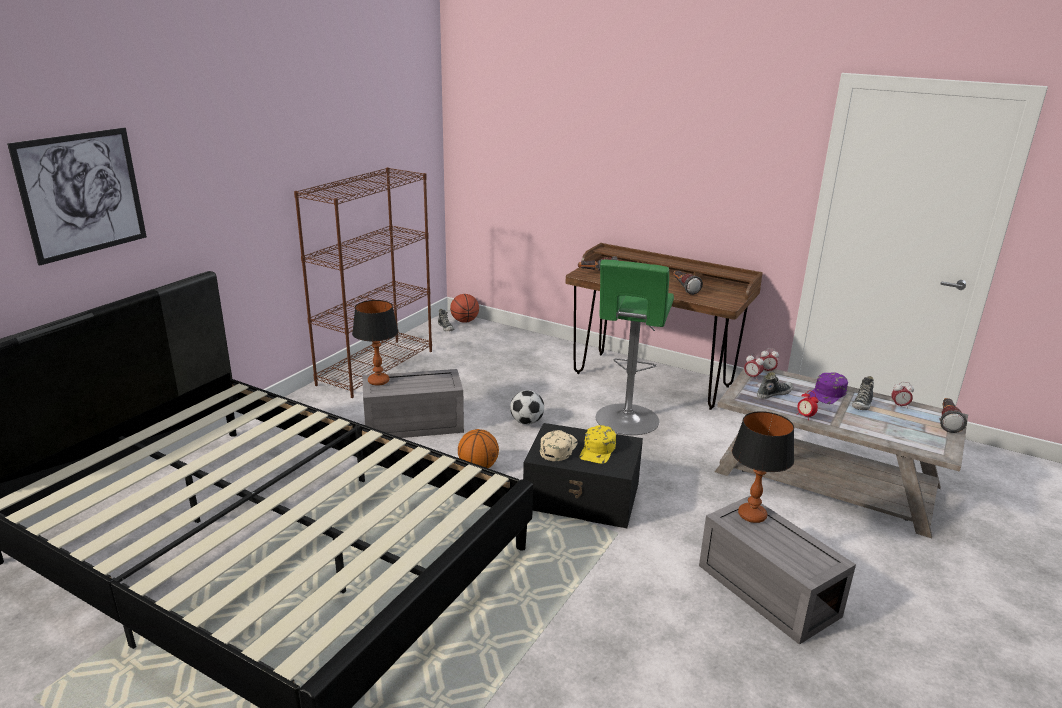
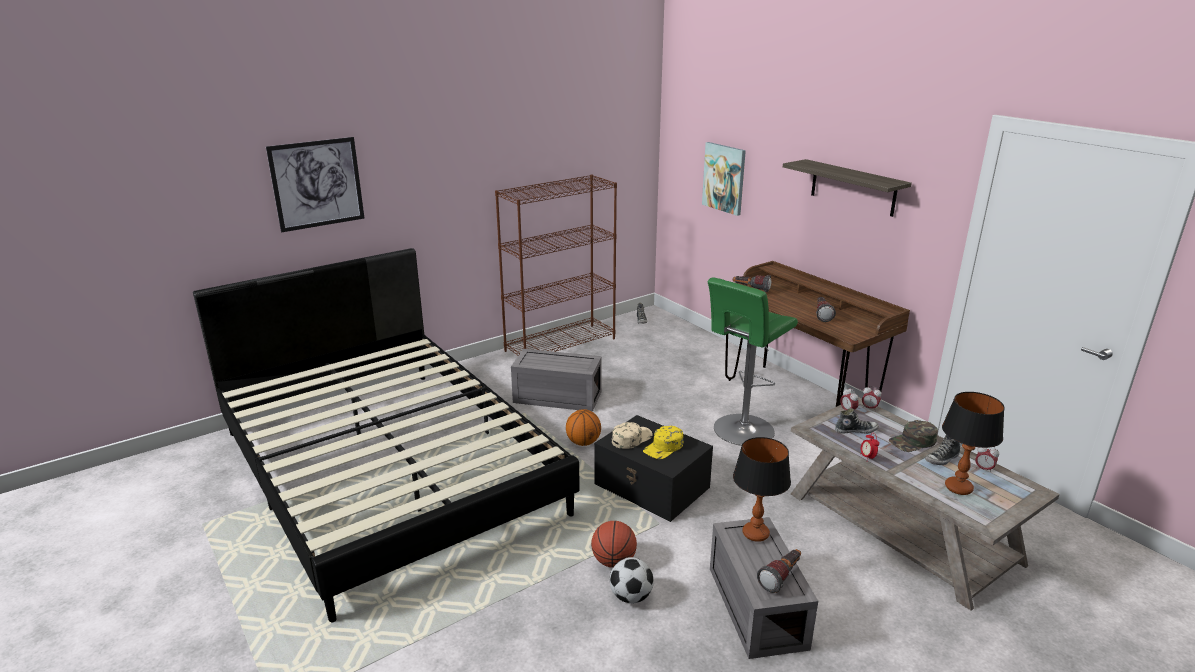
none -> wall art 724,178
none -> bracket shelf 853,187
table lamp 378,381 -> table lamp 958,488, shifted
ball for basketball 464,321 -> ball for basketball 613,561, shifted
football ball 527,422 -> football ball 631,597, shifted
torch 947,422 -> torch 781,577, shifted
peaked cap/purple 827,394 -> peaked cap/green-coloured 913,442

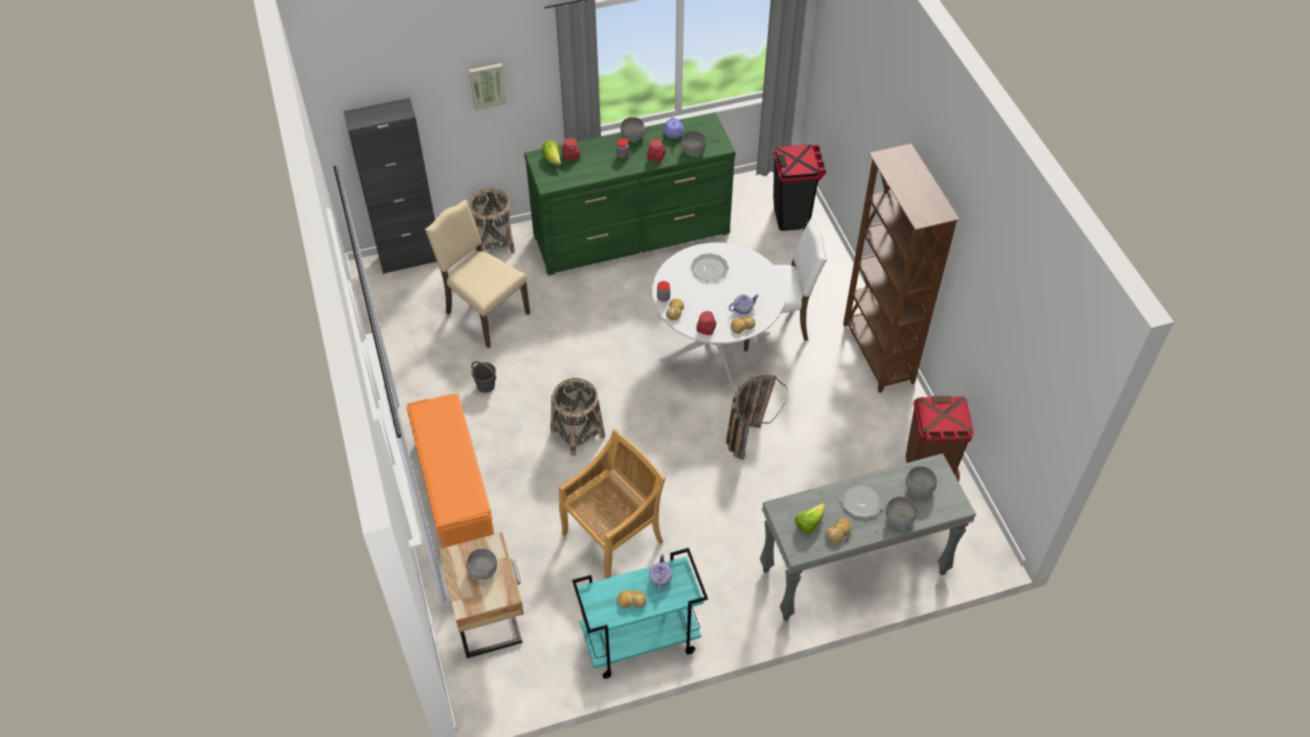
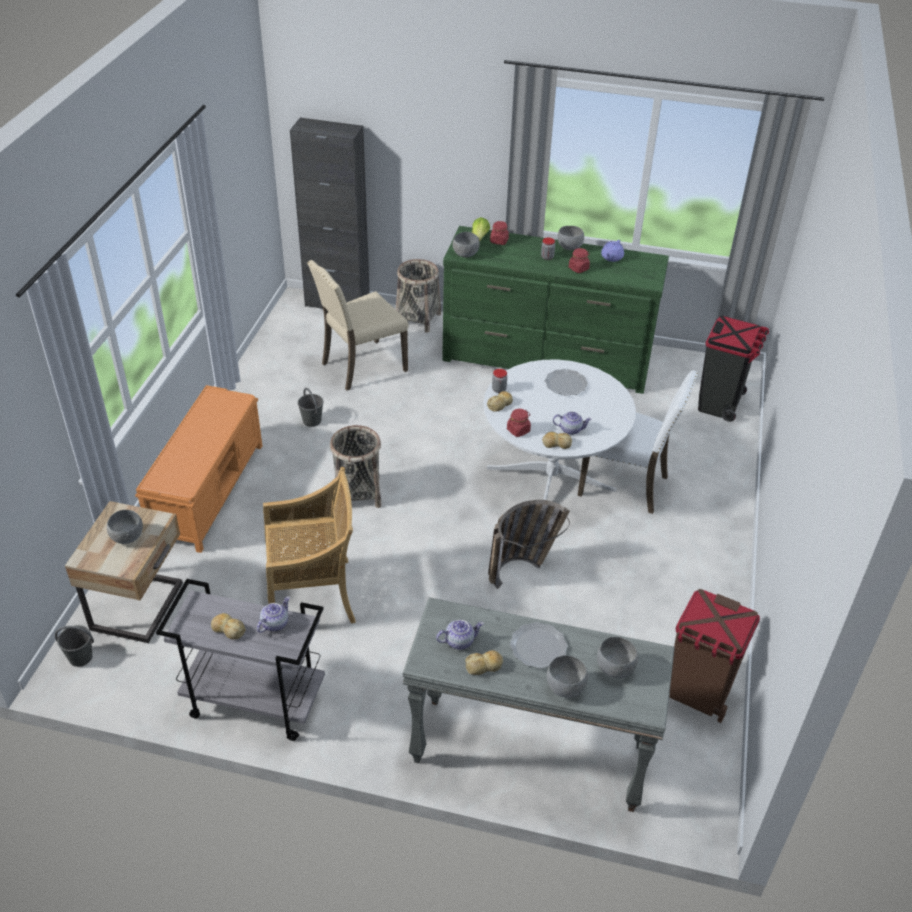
wall art 487,85 -> none
bookshelf/brown-coloured 877,354 -> none
none -> bucket/gray 81,657
bowl/gray 693,151 -> bowl/gray 466,254, shifted
lettuce 809,523 -> pot for tea 459,641
trolley/turquoise 639,642 -> trolley/gray 253,702
plain chair/beige-coloured 484,313 -> plain chair/beige-coloured 361,366, 105 degrees counterclockwise

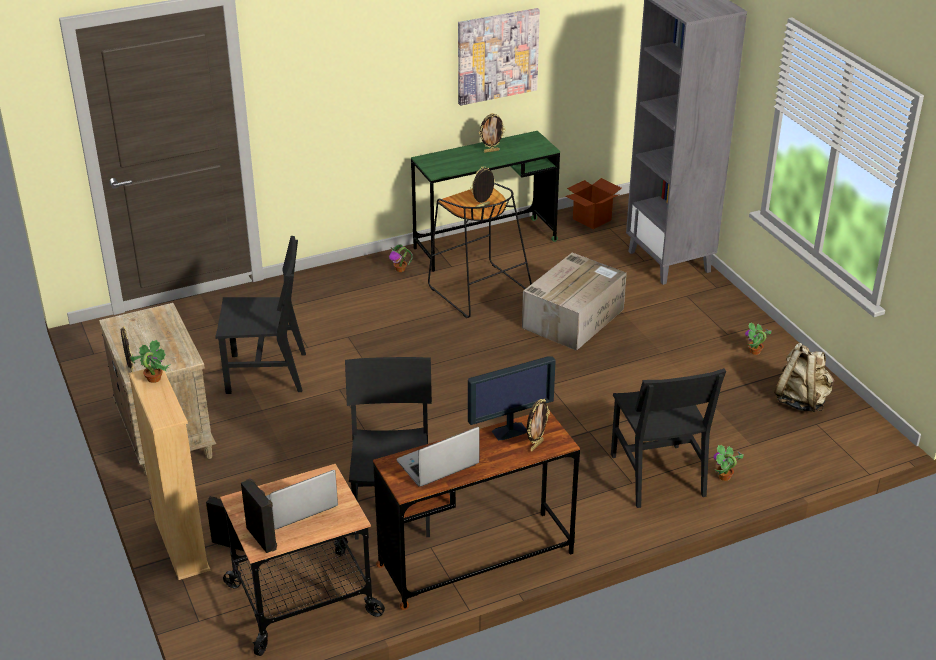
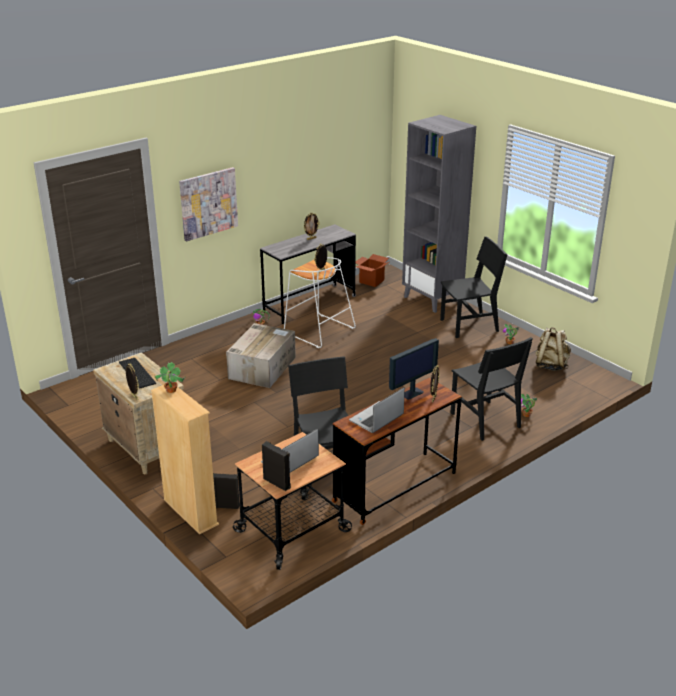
none -> PC keyboard 136,373
plain chair/blackish 266,373 -> plain chair/blackish 469,325, shifted
wall art 497,56 -> wall art 208,203, shifted
cardboard box 573,317 -> cardboard box 262,367, shifted
desk table/green-coloured 485,244 -> desk table/gray 309,304
stool/blackish 478,290 -> stool/white-coloured 318,331

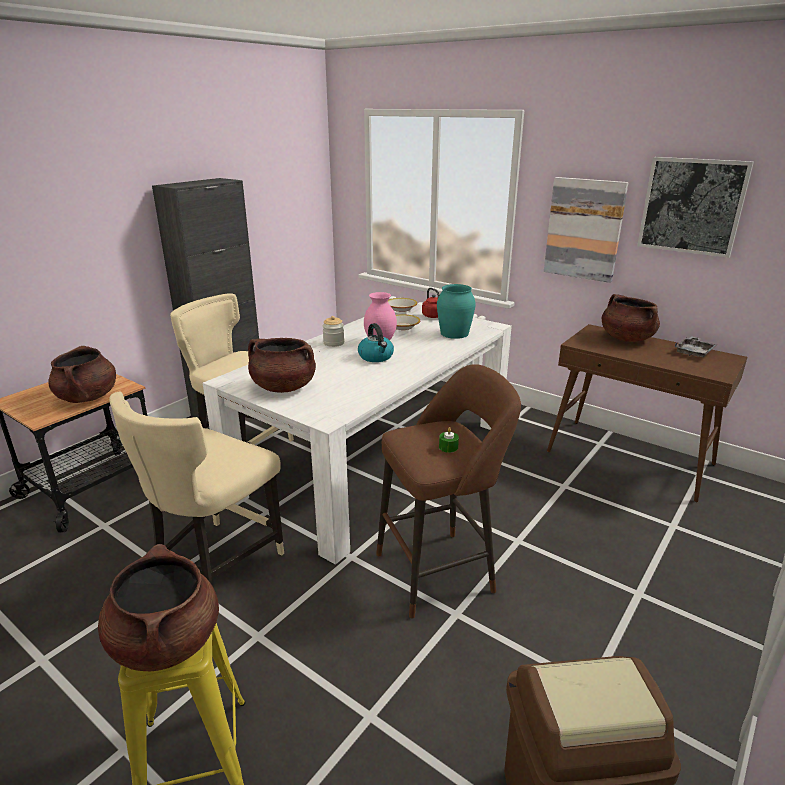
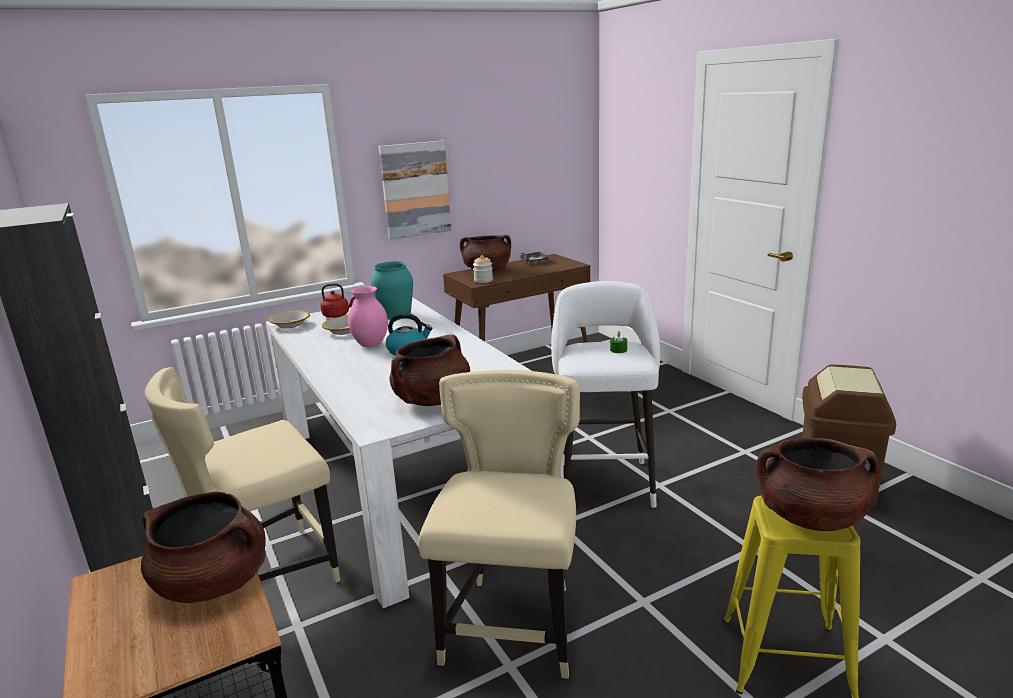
wall art 692,206 -> none
storage jar 334,343 -> storage jar 483,280, shifted
stool/brown-coloured 441,570 -> stool/white-coloured 605,480
plain chair/beige-coloured 215,564 -> plain chair/beige-coloured 513,624, 135 degrees counterclockwise

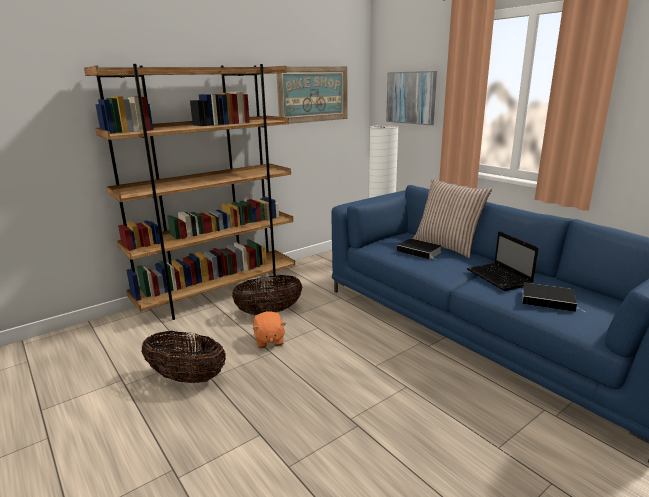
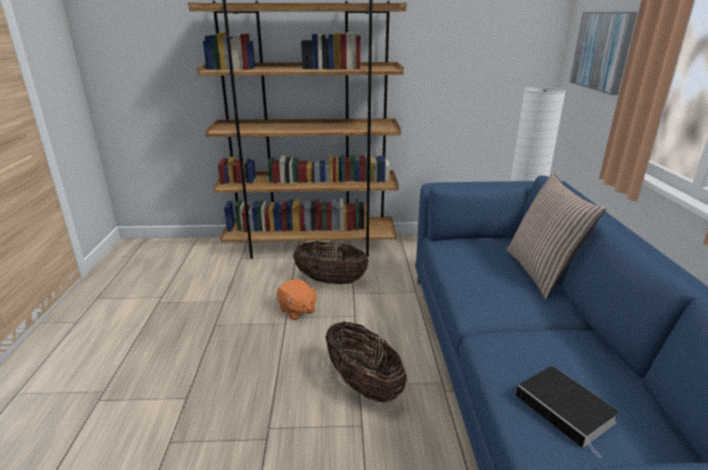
wall art 313,94 -> none
volume 420,251 -> none
laptop 500,278 -> none
storage basket 186,378 -> storage basket 363,384, shifted
soft toy/orange-coloured 269,340 -> soft toy/orange-coloured 297,310, 60 degrees counterclockwise

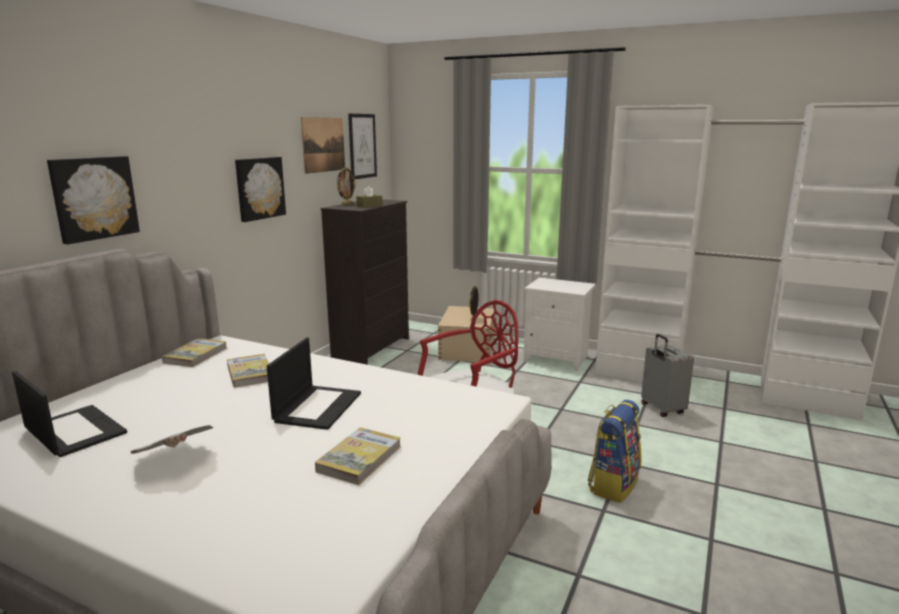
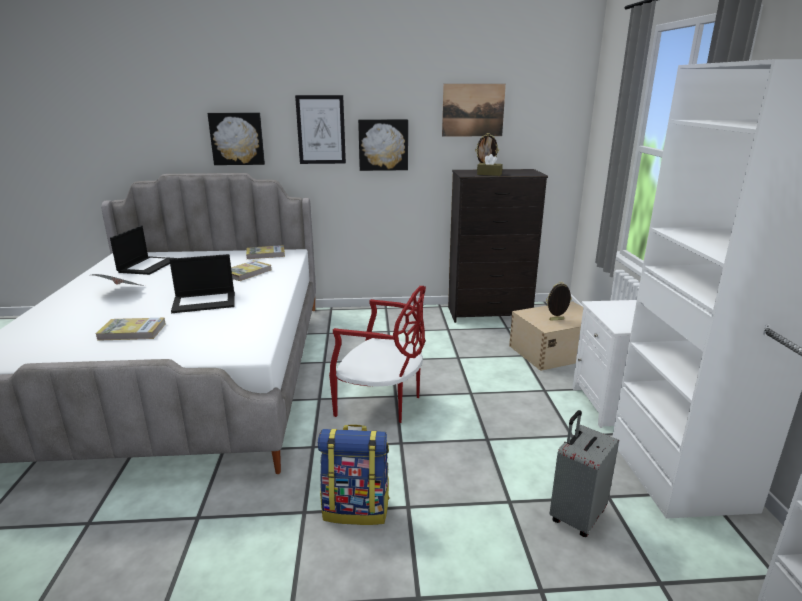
wall art 362,146 -> wall art 321,130, shifted

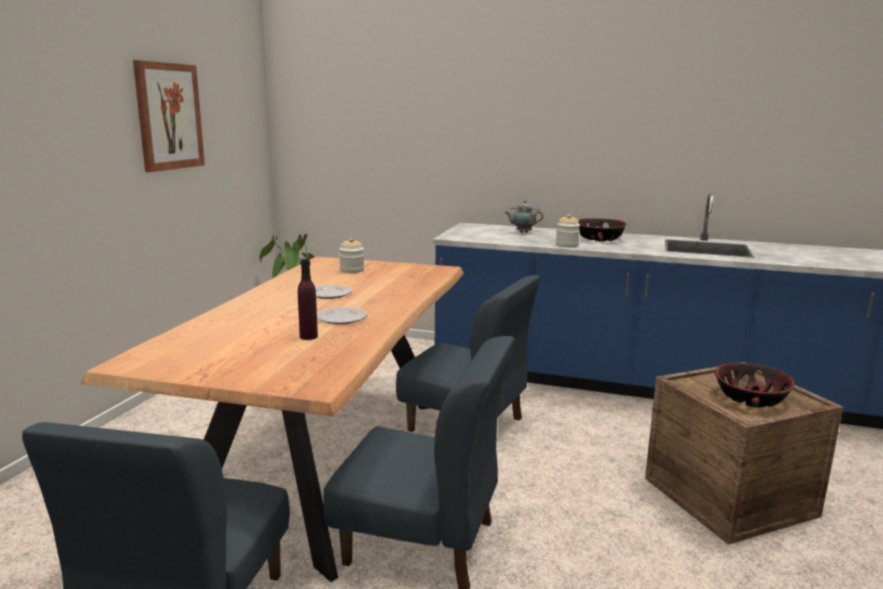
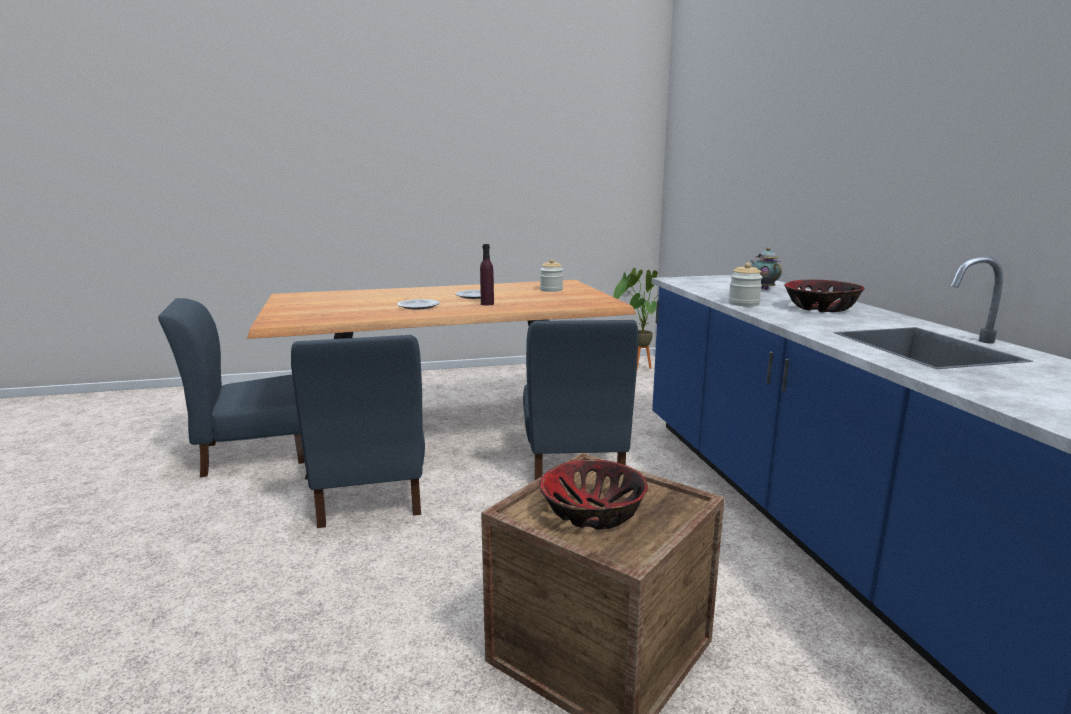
wall art 169,116 -> none
beverage bottle/purple 308,336 -> beverage bottle/purple 487,304, shifted

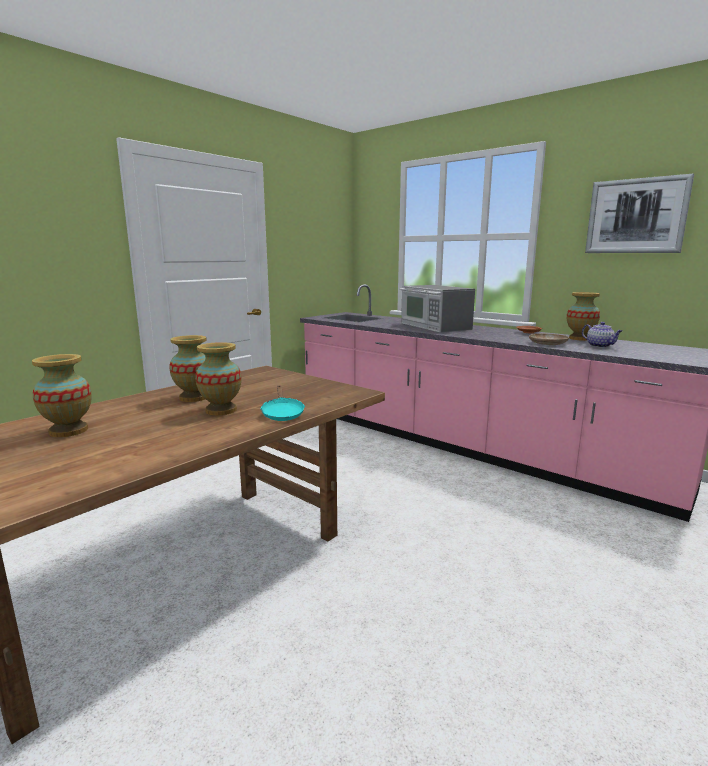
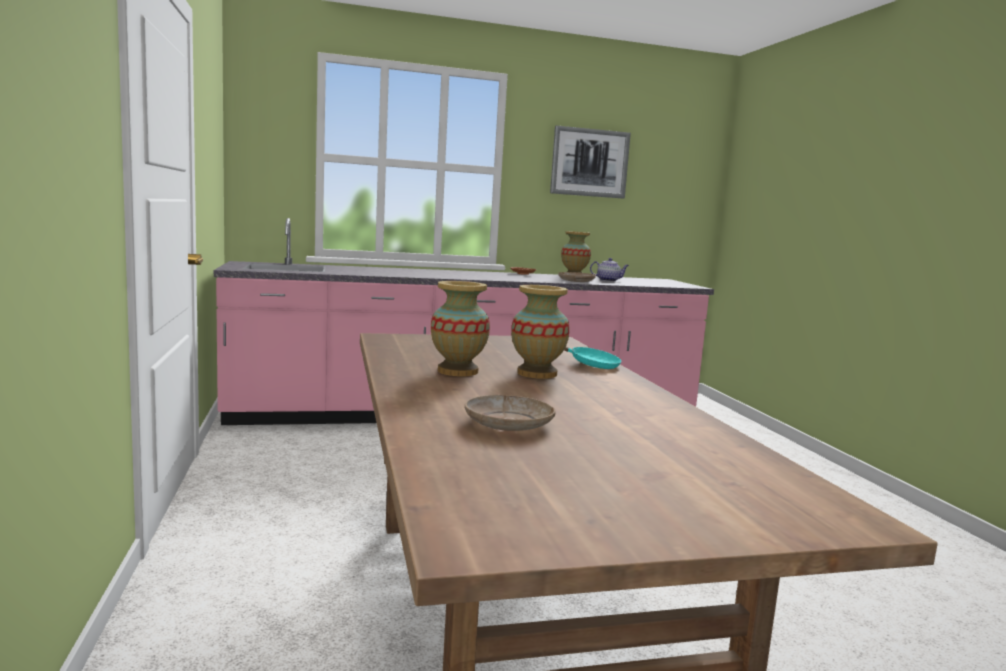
kitchen microwave 434,326 -> none
flower vase 69,431 -> dinner plate/beige-coloured 508,424

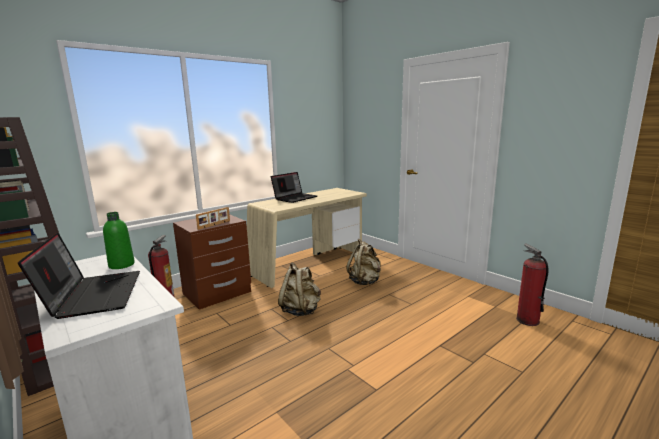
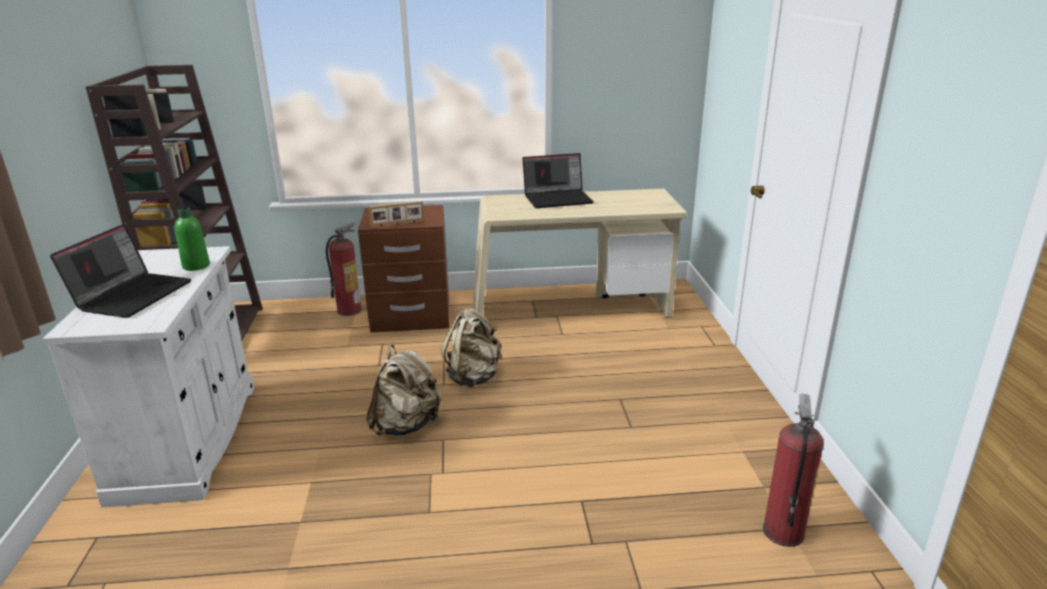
backpack/beige-coloured 365,281 -> backpack/beige-coloured 406,425, shifted

